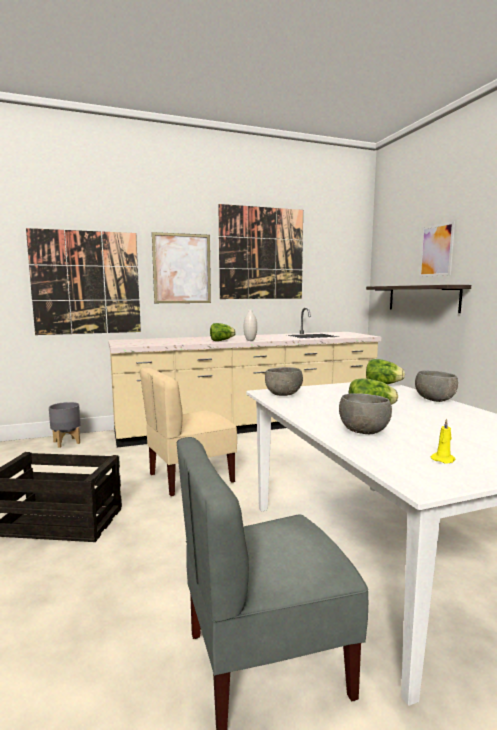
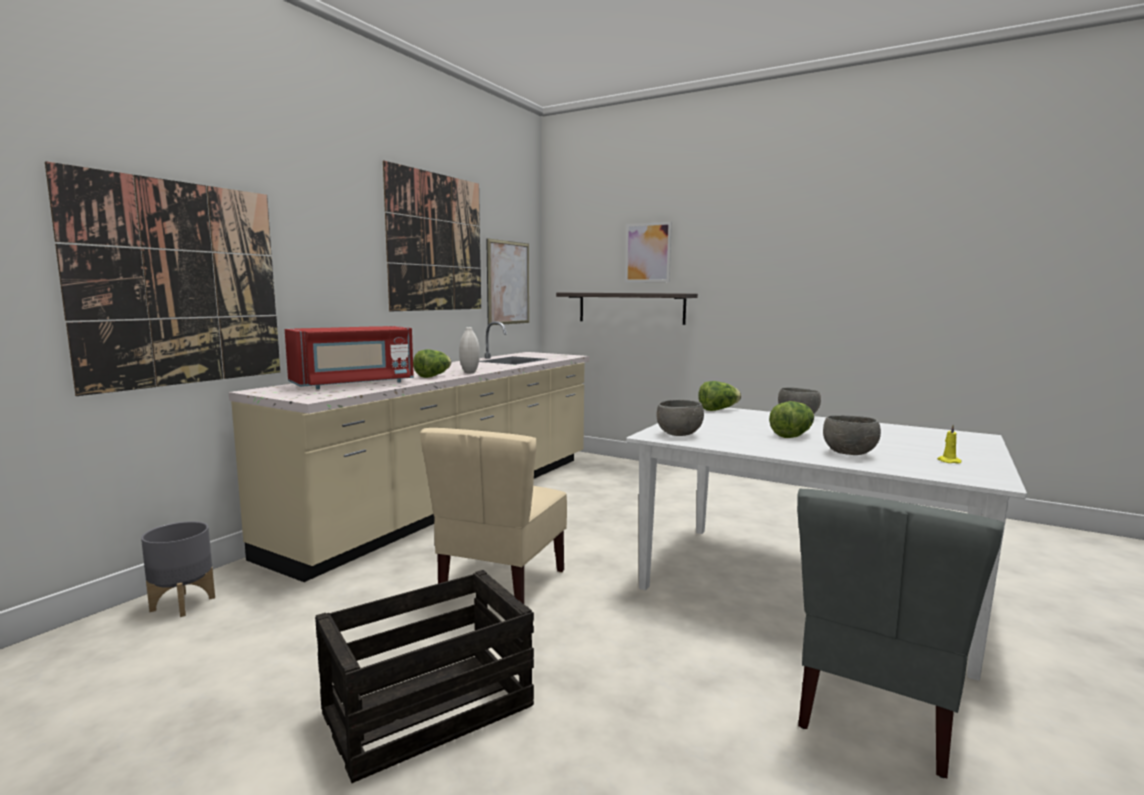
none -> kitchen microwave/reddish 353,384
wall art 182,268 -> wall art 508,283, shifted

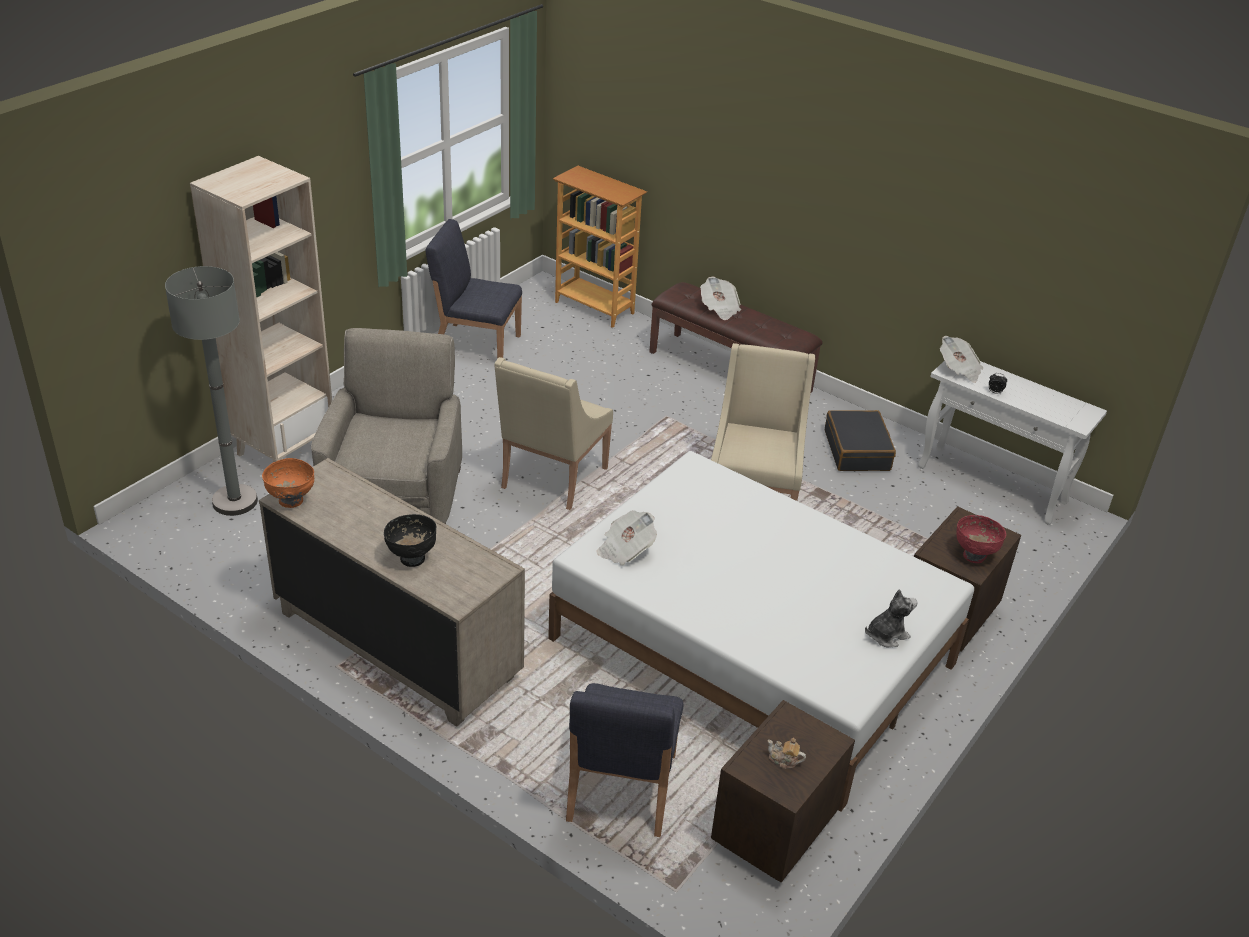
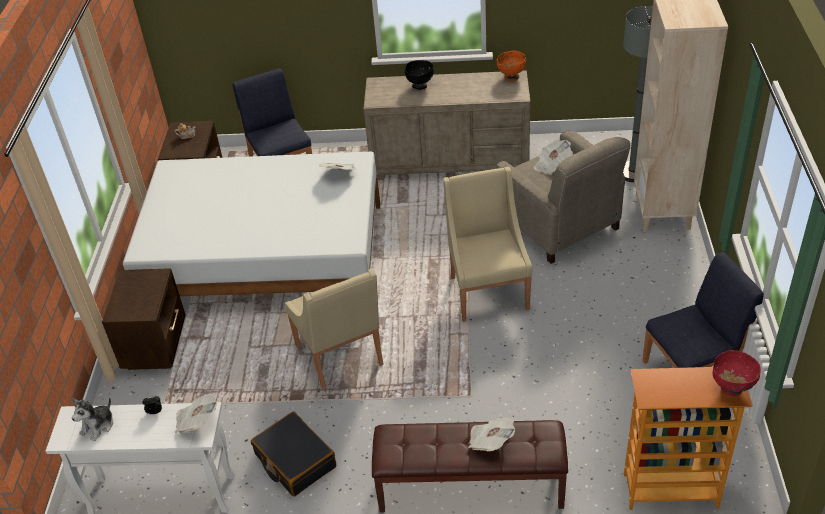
none -> newspaper 552,165
soft toy 886,635 -> soft toy 98,426, shifted
bowl/reddish 974,555 -> bowl/reddish 731,388, shifted

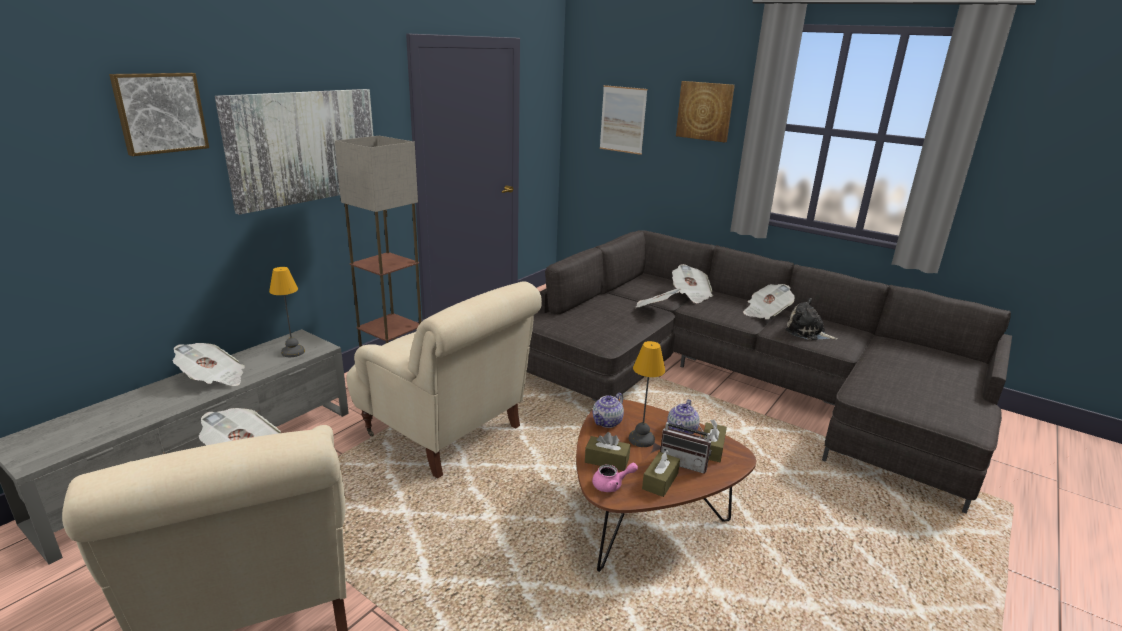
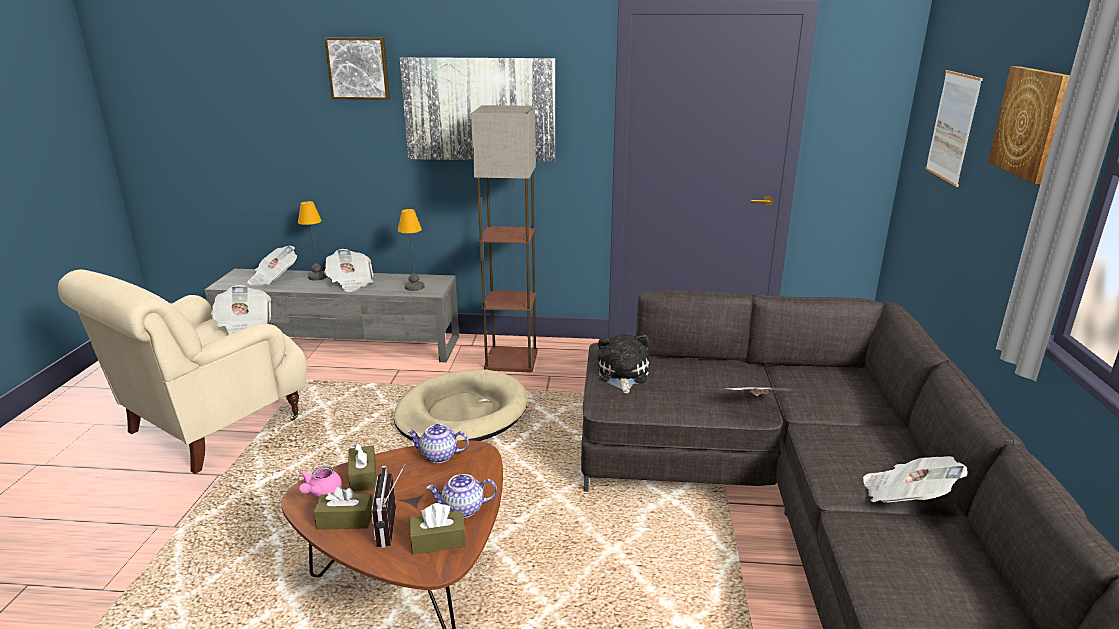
table lamp 640,439 -> table lamp 317,277, shifted
newspaper 691,295 -> newspaper 274,278, shifted
soft toy 807,332 -> soft toy 622,375, shifted
armchair/beige-coloured 446,432 -> pet bed/beige-coloured 462,413
pot for tea/pinkish 612,485 -> pot for tea/pinkish 320,491, 60 degrees clockwise

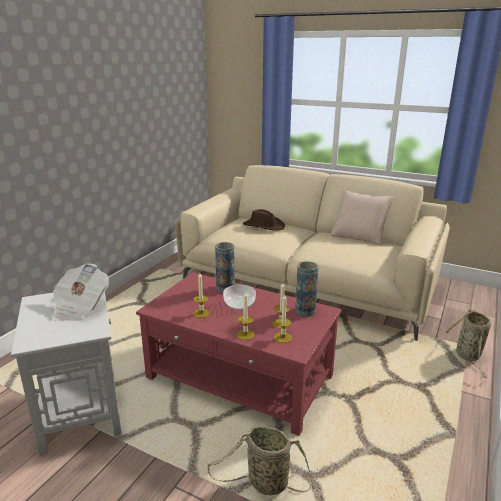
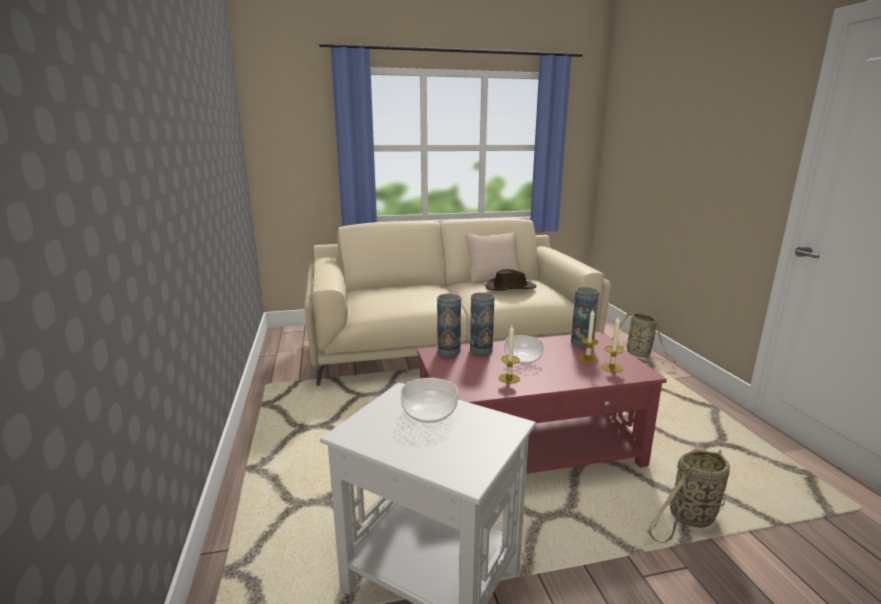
wax light 245,334 -> none
none -> flower vase 448,351
wearable hat/brown-coloured 263,226 -> wearable hat/brown-coloured 510,288, shifted
newspaper 79,307 -> bowl 430,412

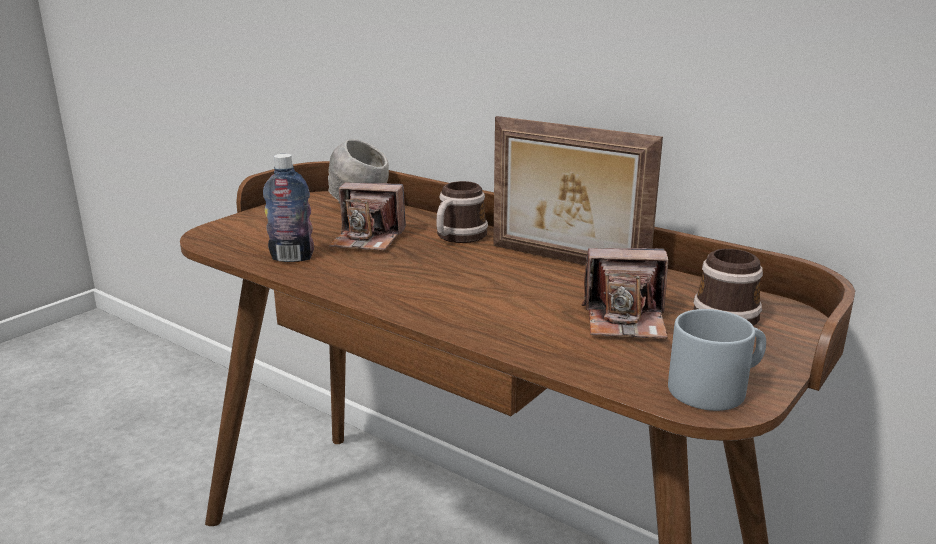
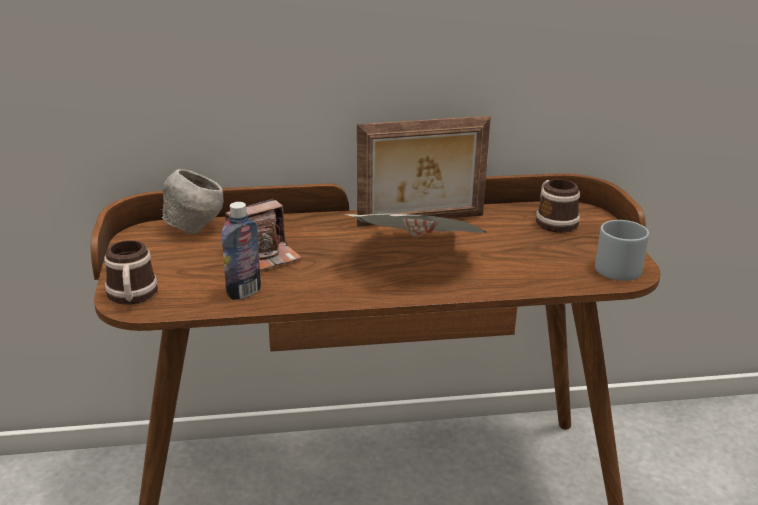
still camera 625,320 -> none
none -> newspaper 417,258
tea mug 457,237 -> tea mug 132,297, shifted

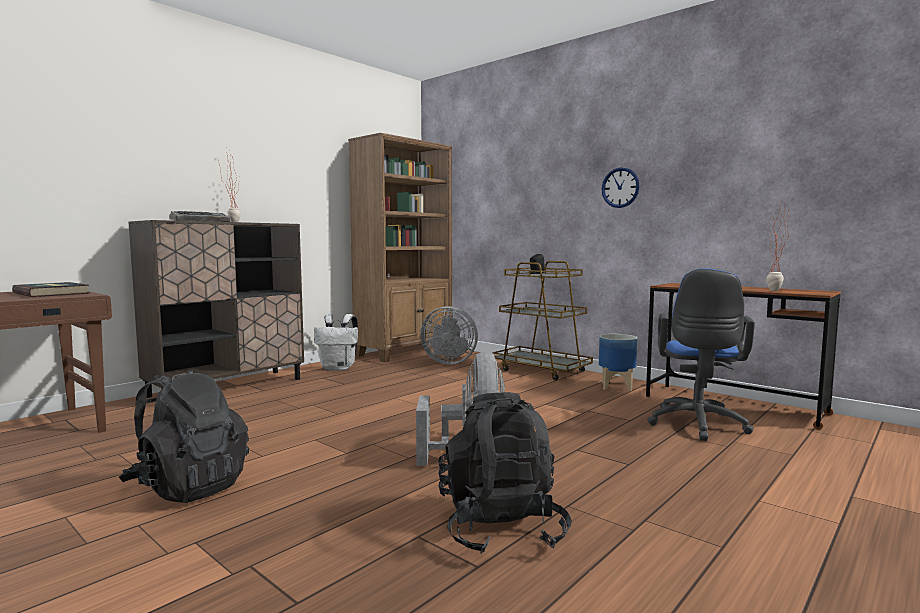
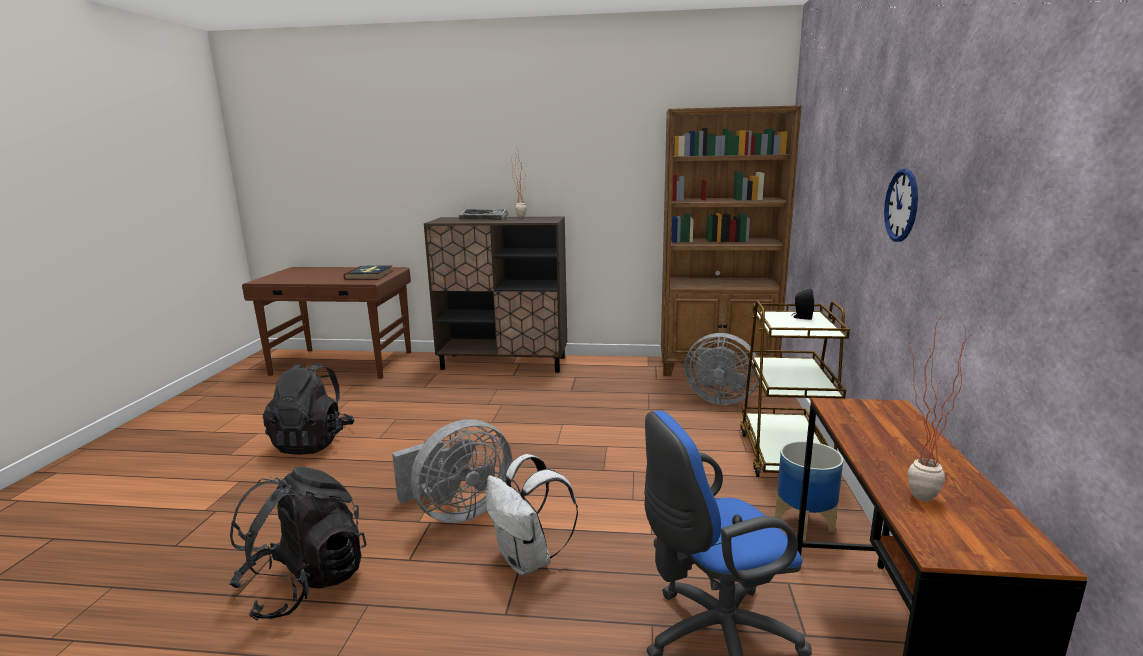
backpack/white-coloured 339,368 -> backpack/white-coloured 528,560, shifted
electric fan/gray 448,362 -> electric fan/gray 718,399, 45 degrees counterclockwise

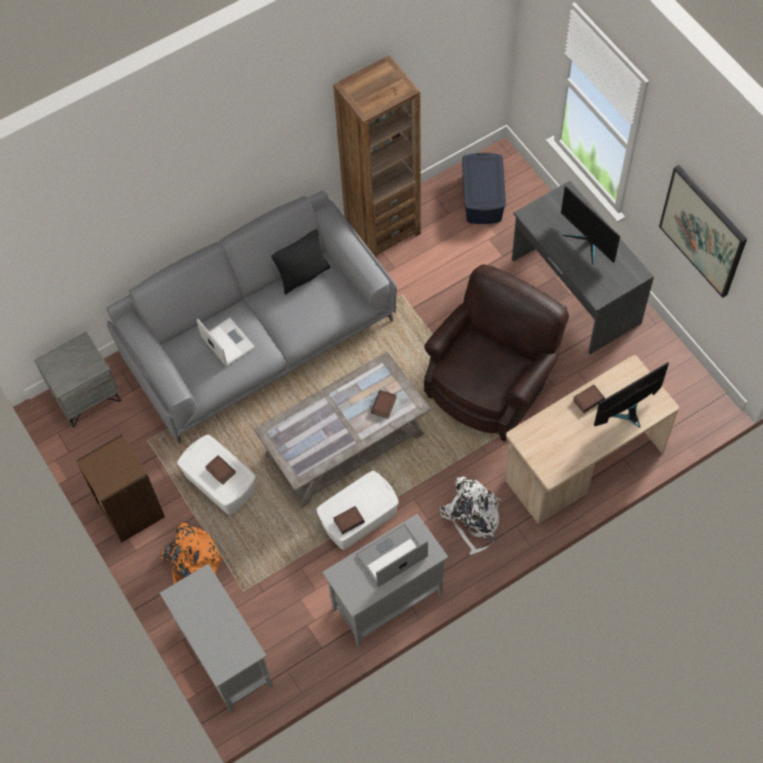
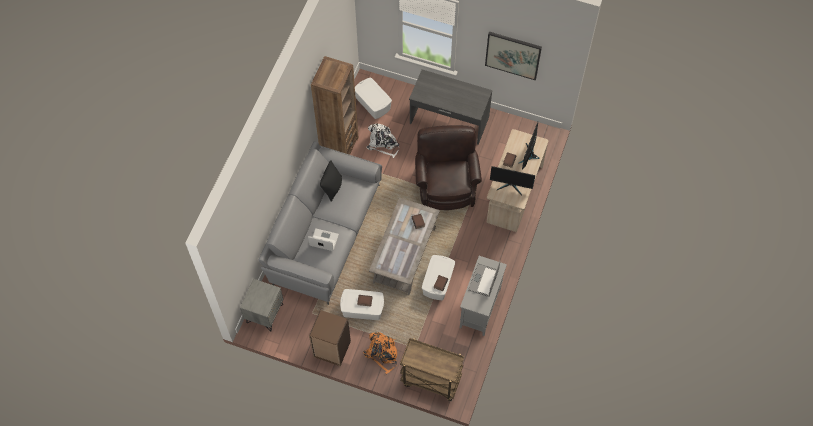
backpack/white-coloured 473,519 -> backpack/white-coloured 383,144, shifted
computer screen 588,242 -> computer screen 511,186, shifted
cabinet/gray 225,656 -> trolley/brown-coloured 430,380
storage box/bluish 482,198 -> storage box/white-coloured 372,103

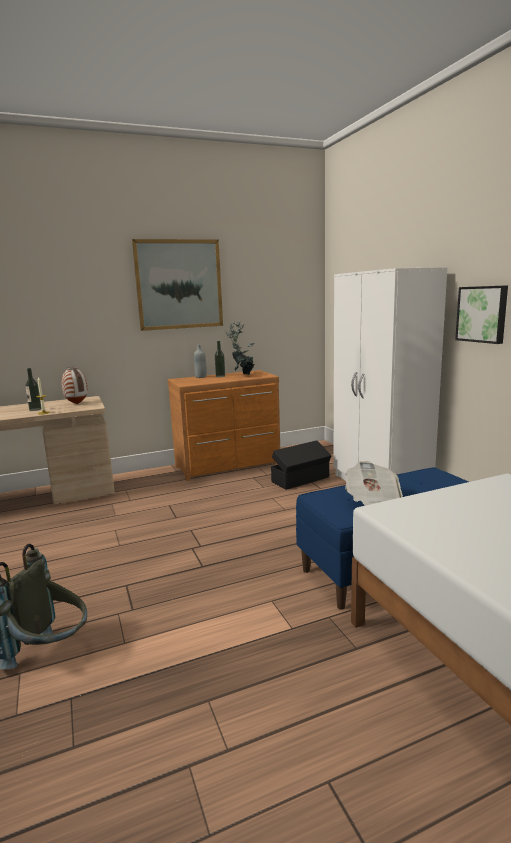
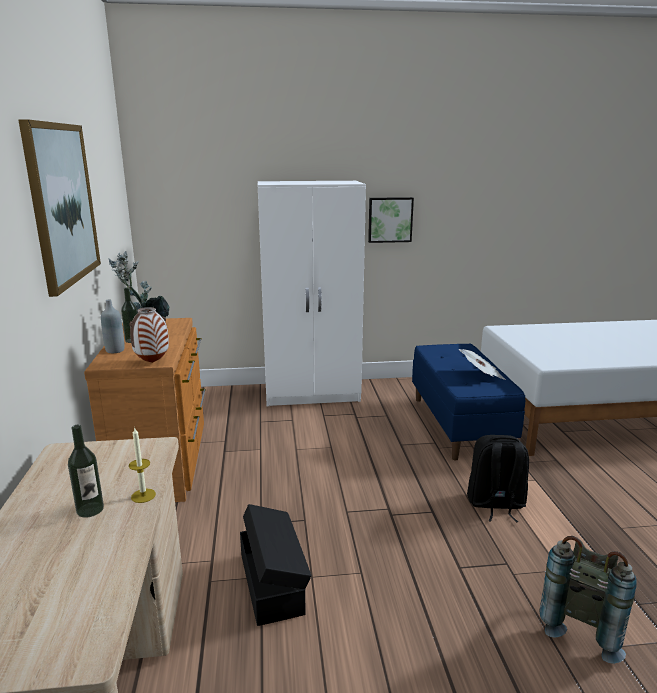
none -> backpack/blackish 495,504
flower vase 77,404 -> flower vase 152,362, shifted
storage box/blackish 301,479 -> storage box/blackish 272,582, shifted

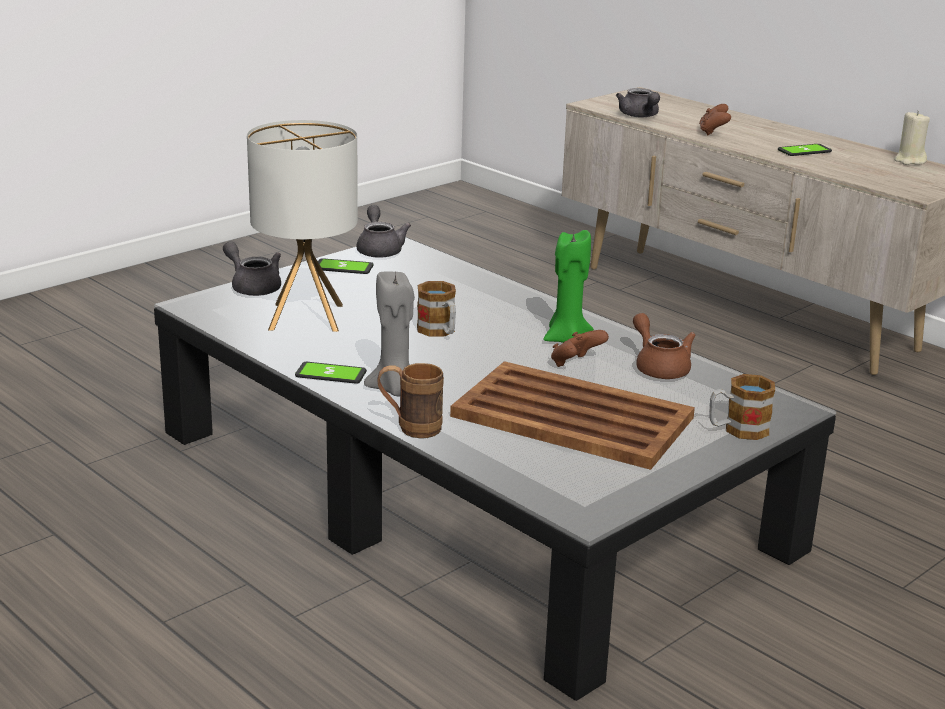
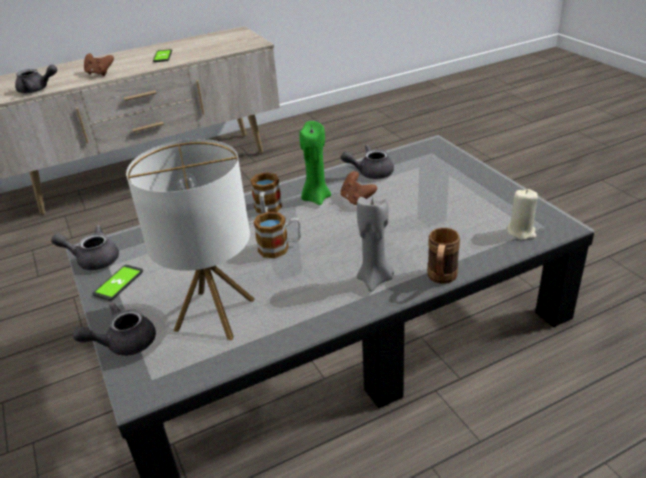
phone 331,374 -> none
carrying tray/brown-coloured 574,418 -> none
tea mug 737,430 -> tea mug 267,210, shifted
wax light/beige-coloured 909,161 -> wax light/beige-coloured 521,232, shifted
pot for tea/brown-coloured 659,367 -> pot for tea/gray 370,173

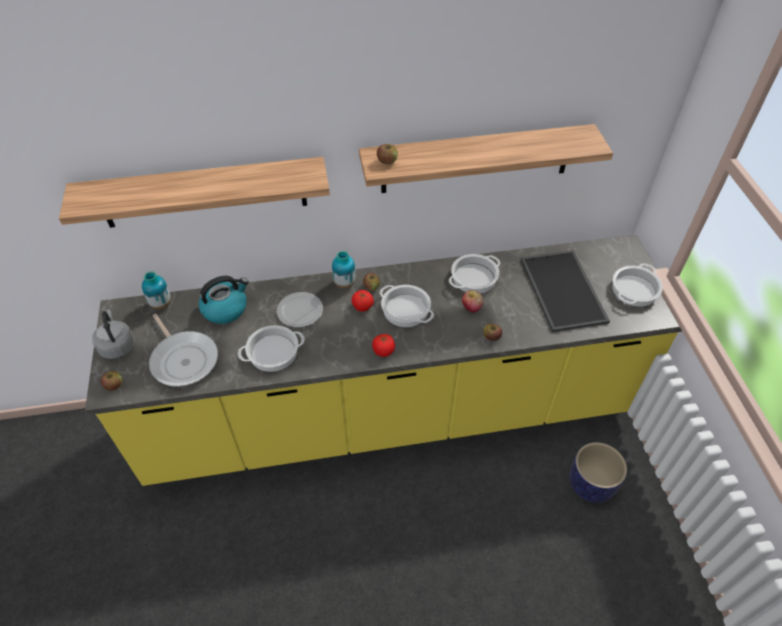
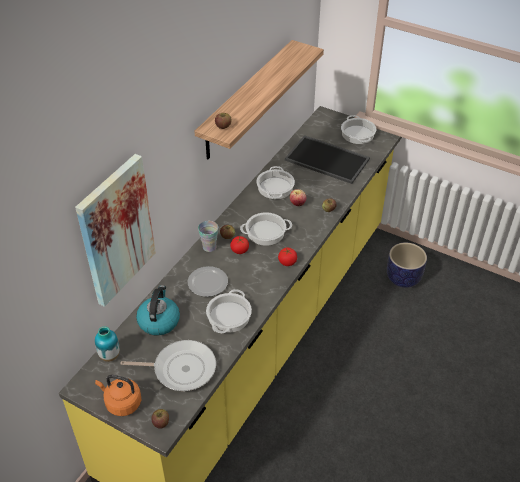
bracket shelf 204,193 -> wall art 116,230
flower vase 344,283 -> drinking cup 209,247
kettle/gray 117,345 -> kettle/orange-coloured 121,403

